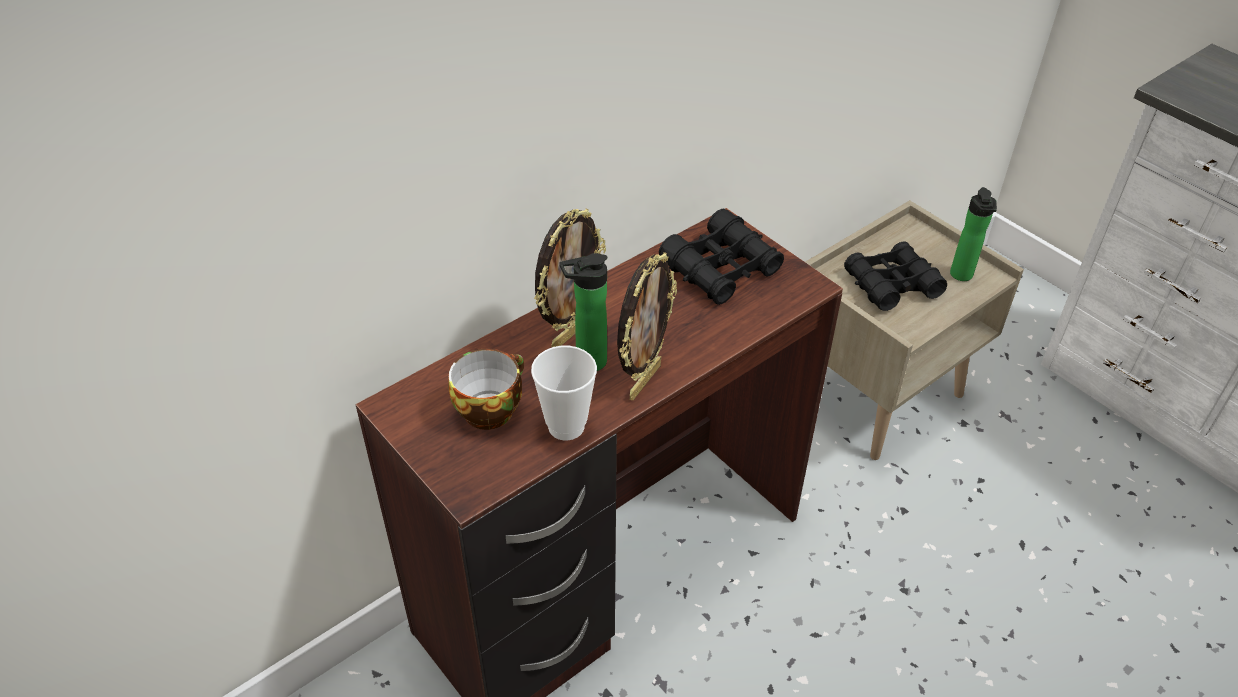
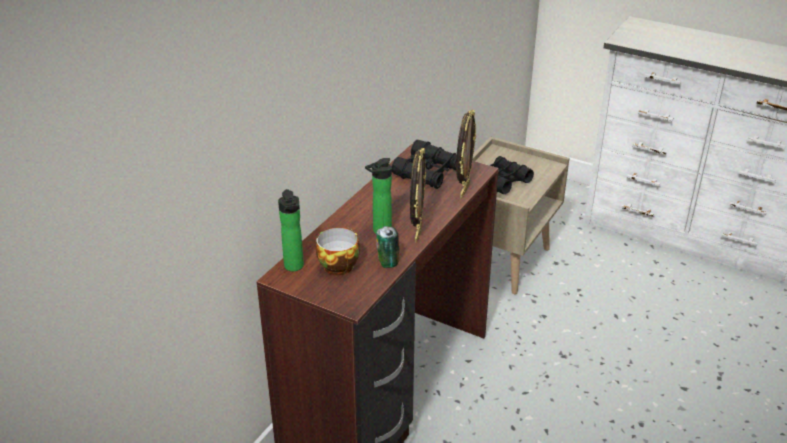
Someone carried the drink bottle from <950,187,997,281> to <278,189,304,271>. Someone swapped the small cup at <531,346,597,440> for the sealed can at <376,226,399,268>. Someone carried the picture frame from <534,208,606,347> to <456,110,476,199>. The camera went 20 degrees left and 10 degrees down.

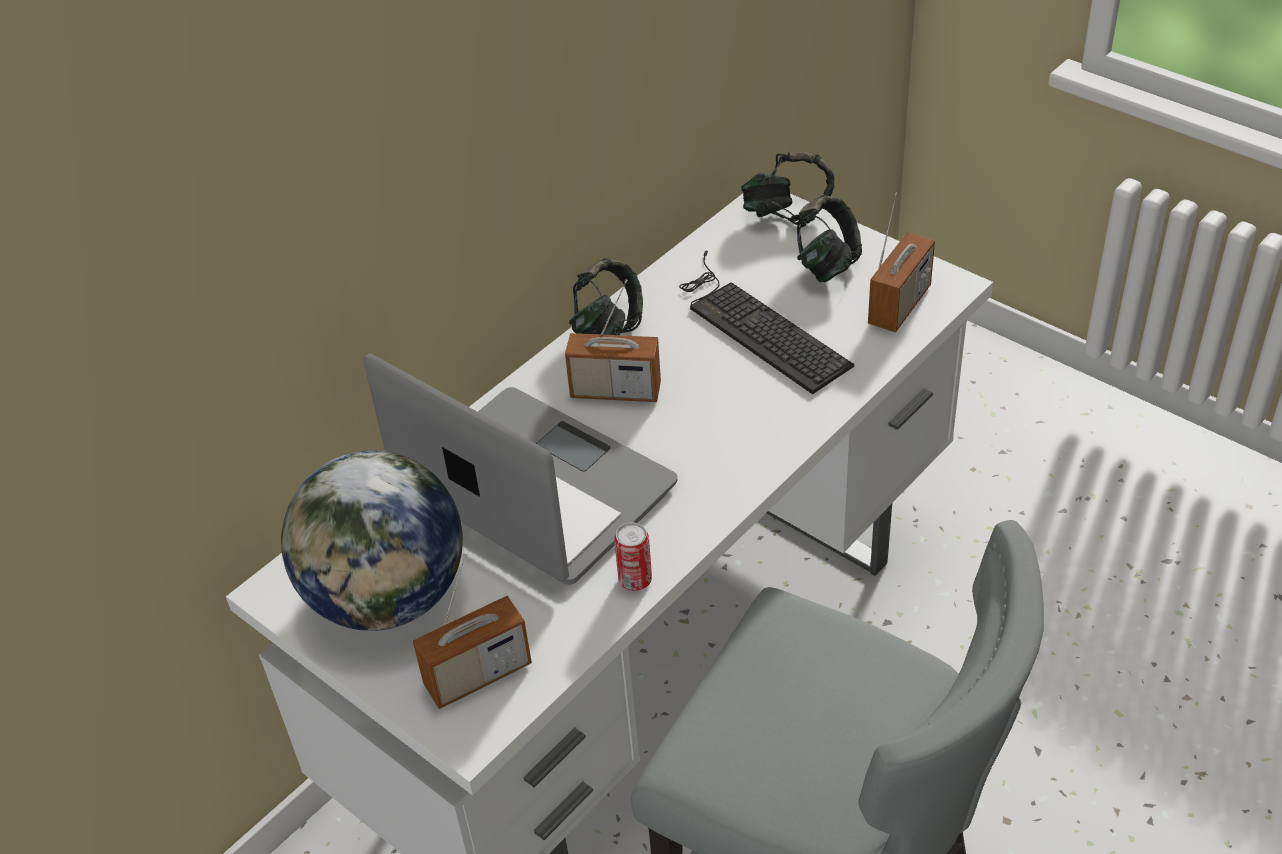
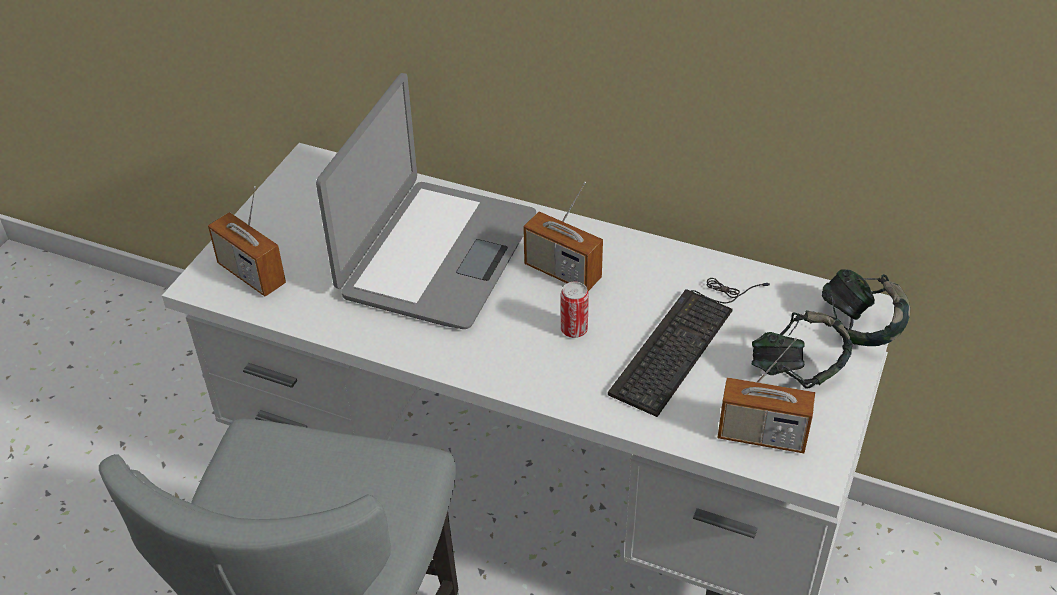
Someone rotated the radio at <565,279,661,402> by 45 degrees counterclockwise. Someone carried the sealed can from <614,523,652,591> to <561,281,589,338>. Someone took away the world globe at <281,450,463,631>. Someone took away the headset at <569,258,643,335>. The camera went 70 degrees right and 0 degrees up.

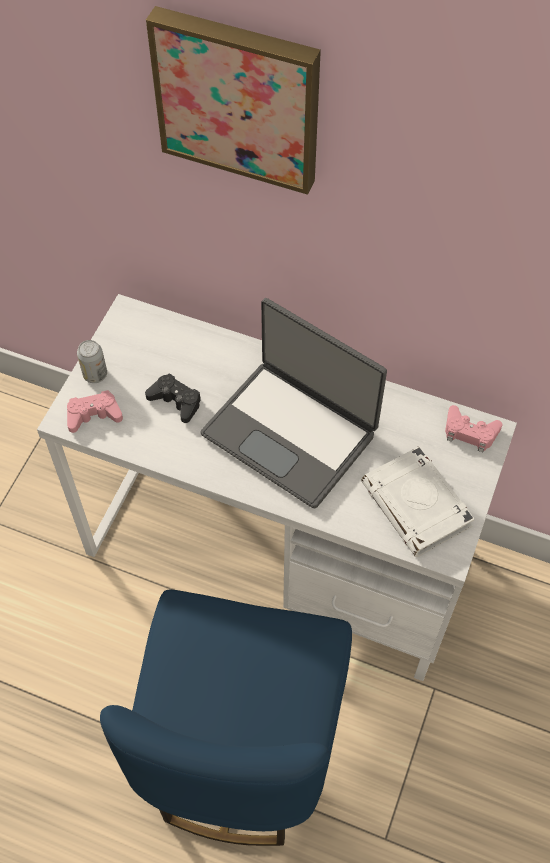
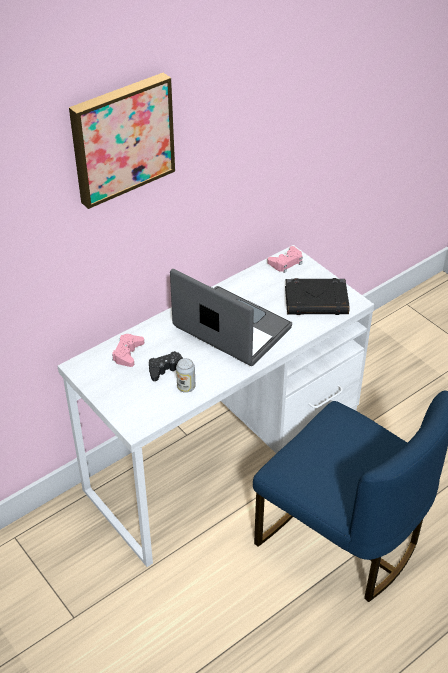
Someone carried the pinkish joypad from <67,390,123,433> to <112,334,144,367>. Someone rotated the laptop at <200,298,387,508> by 120 degrees counterclockwise. Someone carried the sealed can from <77,340,107,383> to <176,358,195,393>. Someone repainted the white volume at <361,446,475,557>, which became the black volume at <285,278,350,315>. The camera went 60 degrees left and 15 degrees down.

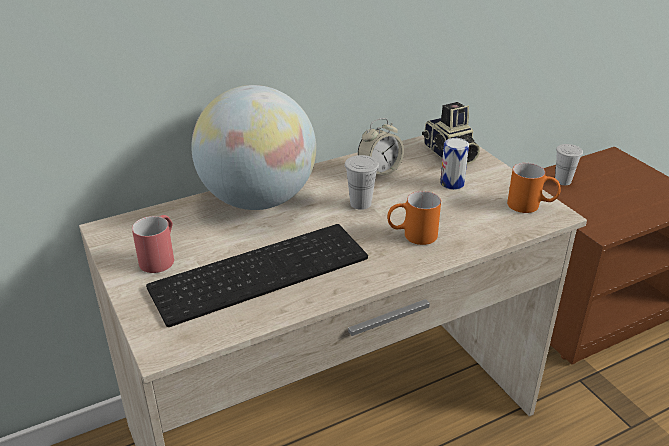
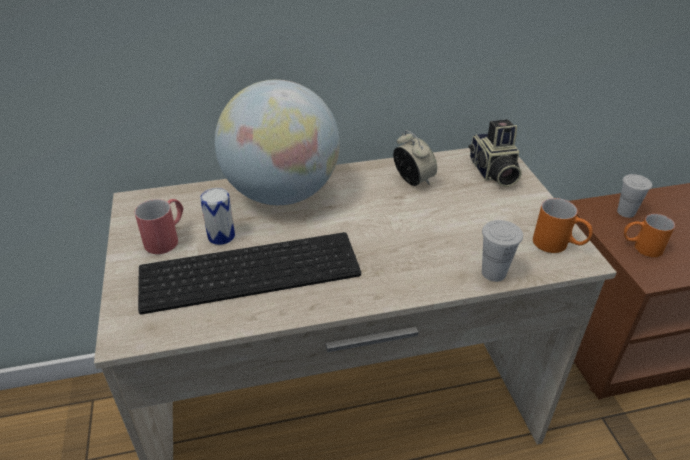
Someone carried the sealed can from <440,138,469,190> to <200,188,235,245>. Someone rotated the table clock at <358,118,404,176> by 105 degrees counterclockwise. Someone carried the white small cup from <345,155,379,210> to <482,220,523,282>. Someone carried the orange-coloured coffee mug from <387,191,441,245> to <624,214,675,257>. The camera went 15 degrees right and 5 degrees up.

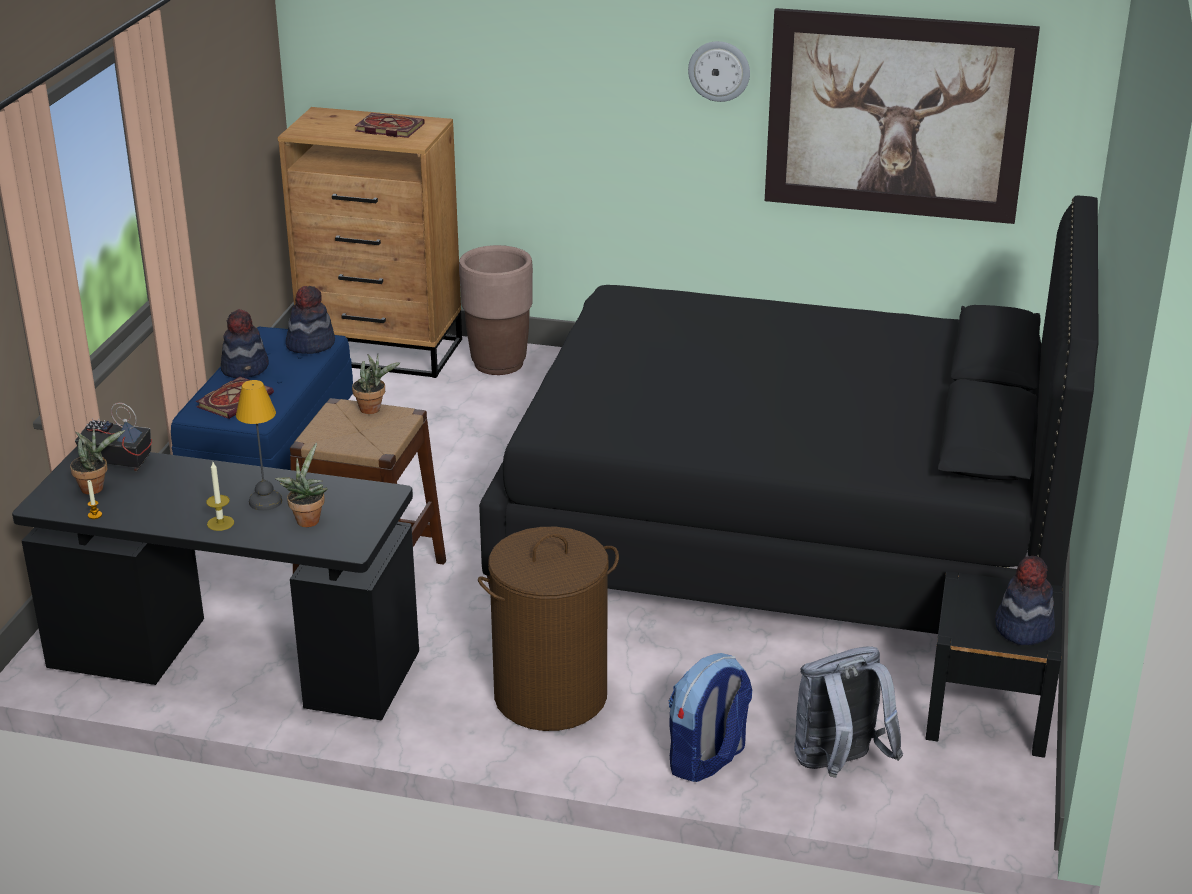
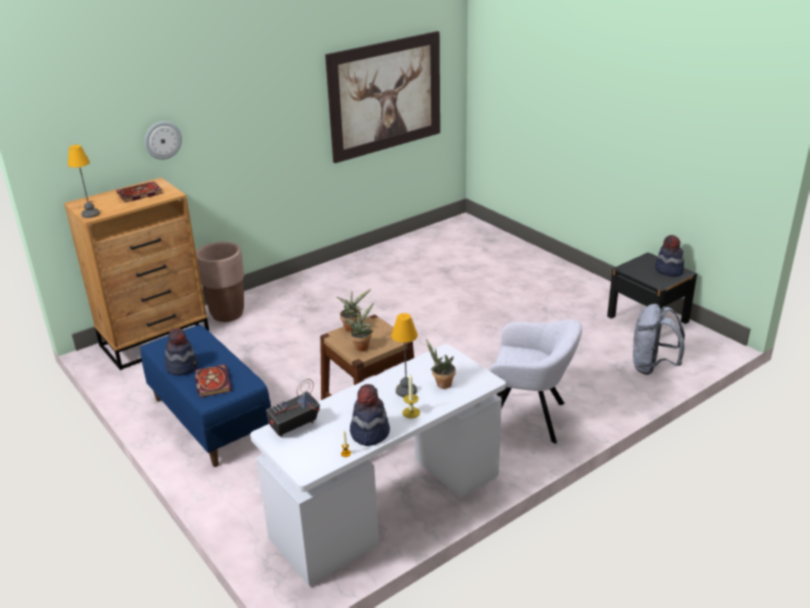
Someone put down the tabletop lamp at <68,145,100,218>. Someone carried the hanging clock from <688,41,750,102> to <145,121,182,160>. Someone repainted the black desk unit at <12,446,419,721>, which became the white desk unit at <250,344,506,586>. Someone carried the houseplant from <70,427,125,494> to <344,303,374,351>. Someone carried the hat from <286,286,335,354> to <350,384,390,446>. Someone swapped the brownish hamper at <478,527,619,731> for the grey lounge chair at <489,319,582,444>. Someone took away the black sleeping bed at <479,196,1099,634>. Someone took away the rucksack at <669,653,752,782>. The camera went 50 degrees left and 0 degrees up.

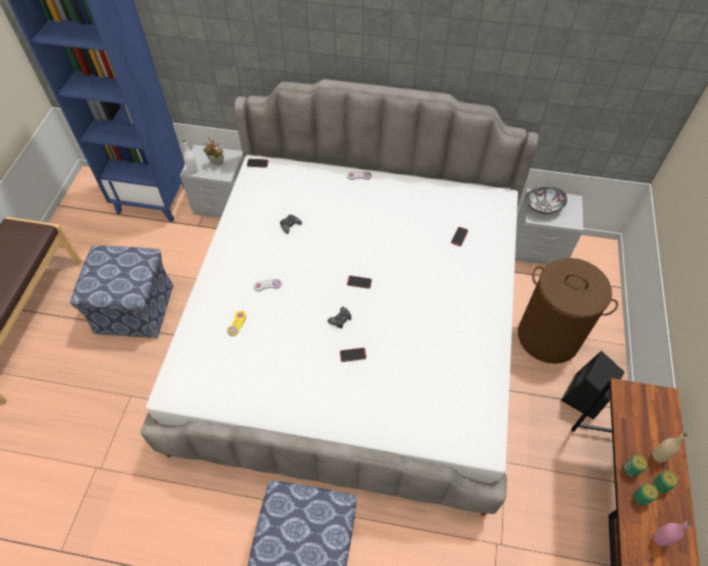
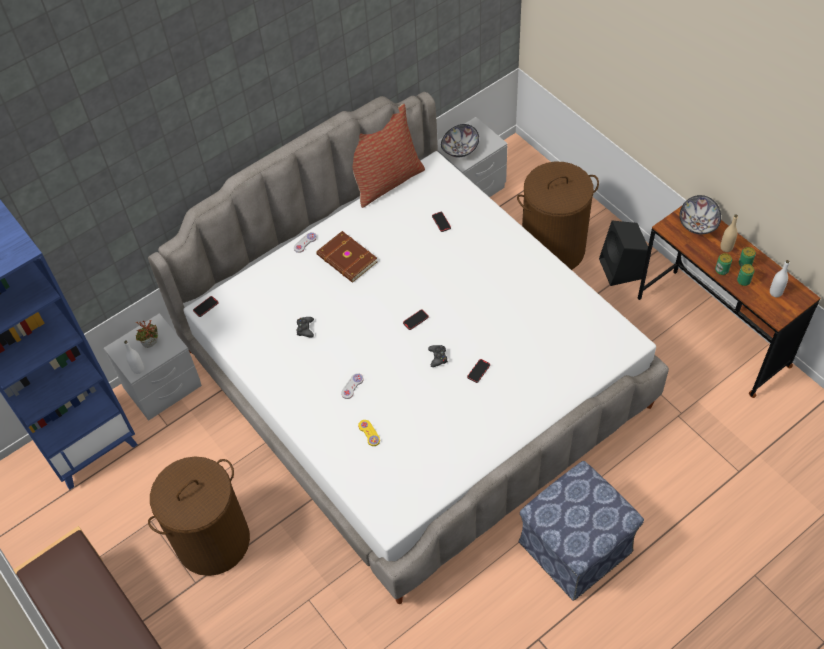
Someone swapped the ottoman at <70,246,173,338> for the brownish hamper at <148,456,250,576>. Someone put down the brownish volume at <316,231,377,283>. Someone put down the throw pillow at <352,104,425,208>. Someone put down the serving bowl at <679,195,721,234>. Someone repainted the pinkish drink bottle at <653,521,692,547>, which became the white drink bottle at <770,260,790,297>. The camera went 45 degrees left and 0 degrees up.

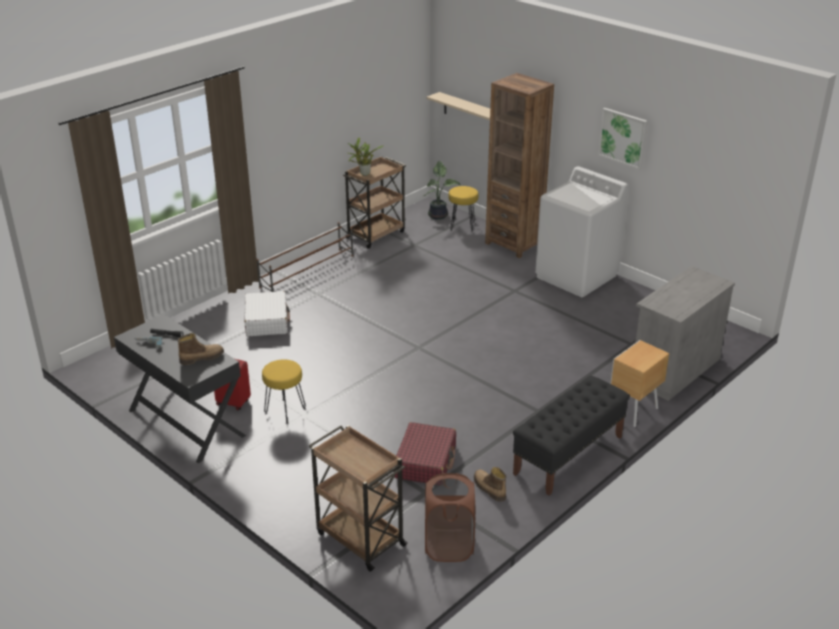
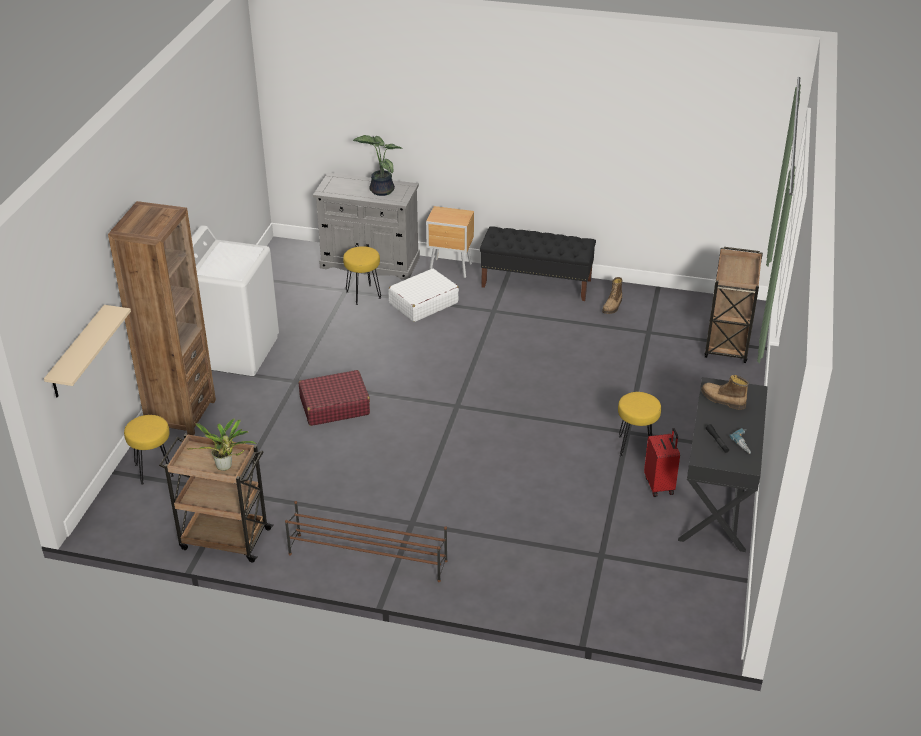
Someone carried the reddish piece of luggage from <394,422,456,483> to <299,370,370,426>. Someone put down the yellow stool at <343,246,381,305>. Someone carried the houseplant from <423,161,460,220> to <353,135,403,196>. Someone carried the white piece of luggage from <244,291,290,336> to <389,268,459,322>. Someone took away the brownish hamper at <425,473,475,562>. Someone took away the wall art at <598,108,648,169>. The camera went 120 degrees left and 5 degrees up.

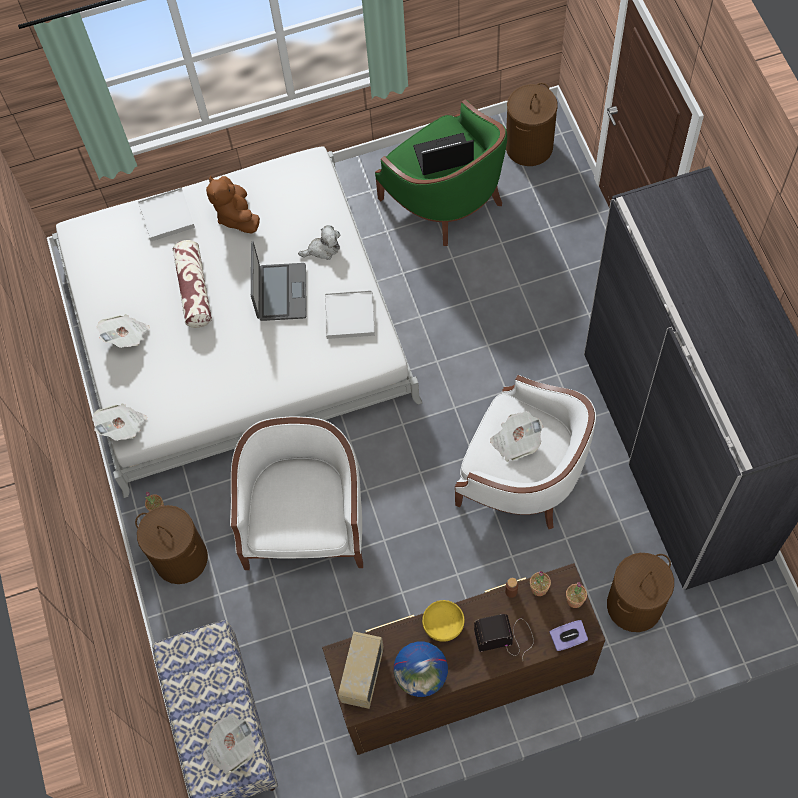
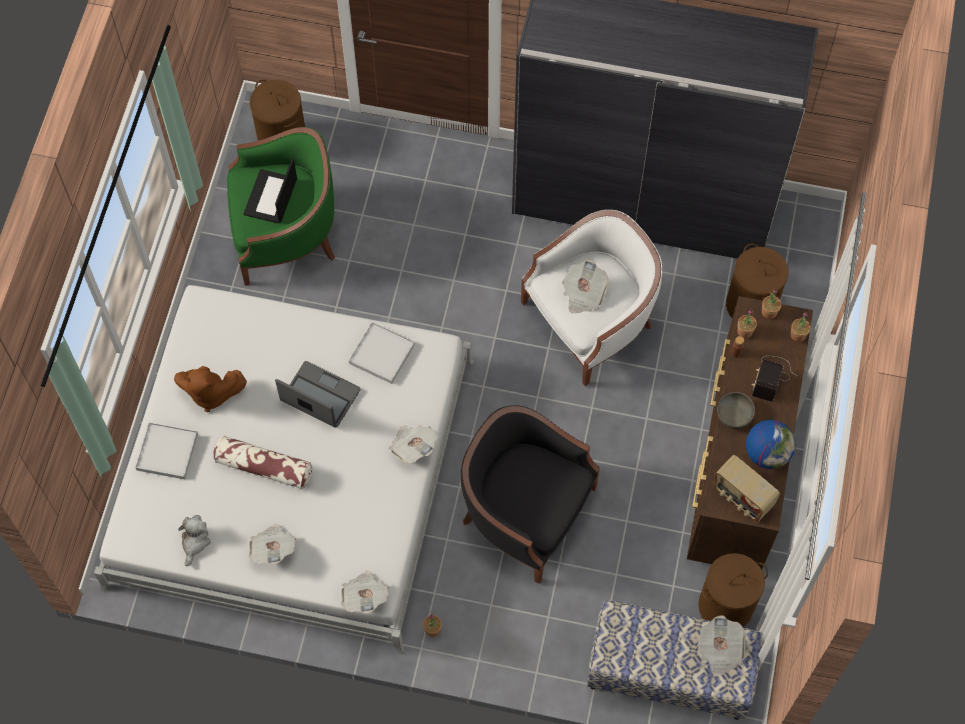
Someone carried the cuddly toy from <298,225,340,260> to <178,515,211,566>. Someone put down the printed paper at <388,425,438,463>. Someone repainted the white lounge chair at <230,416,363,570>, which became the black lounge chair at <461,405,600,584>. Someone carried the brownish hamper from <135,505,208,584> to <698,553,768,627>. Someone repainted the yellow serving bowl at <422,600,465,642>, which became the grey serving bowl at <717,392,755,429>. Someone swapped the purple tissue box at <549,620,588,651> for the houseplant at <791,313,811,342>. The camera went 65 degrees left and 0 degrees up.

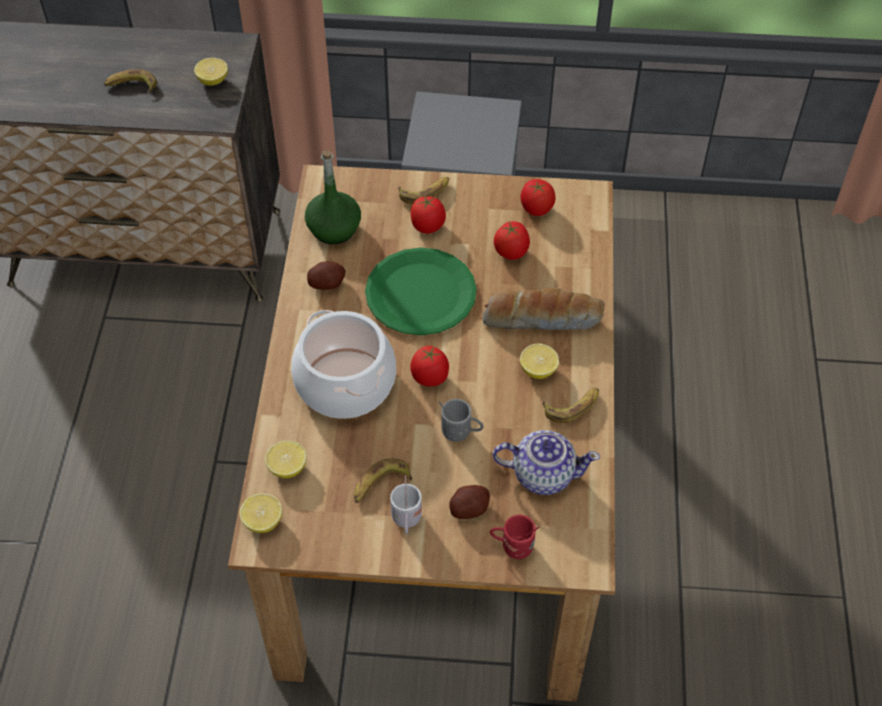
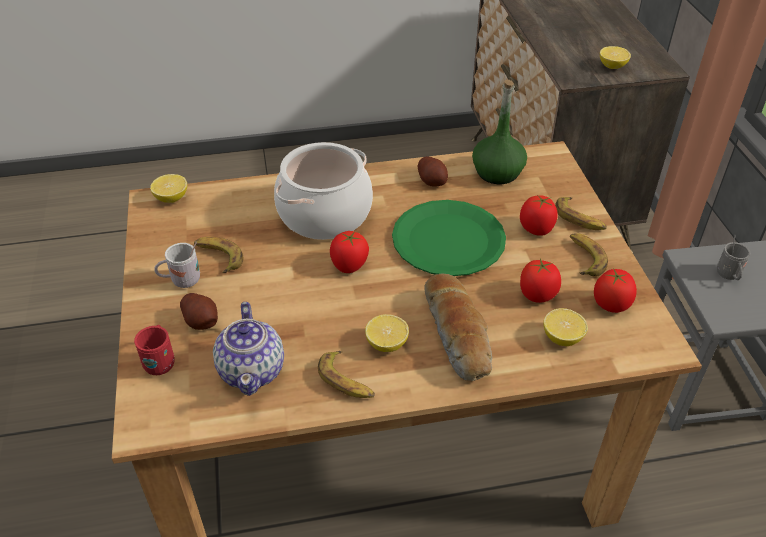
Someone carried the lemon from <265,440,306,478> to <544,308,588,346>. Someone carried the whole banana from <104,69,157,93> to <570,233,608,277>. Someone carried the grey coffee mug from <439,399,483,442> to <717,234,750,280>. The camera went 75 degrees right and 10 degrees down.

